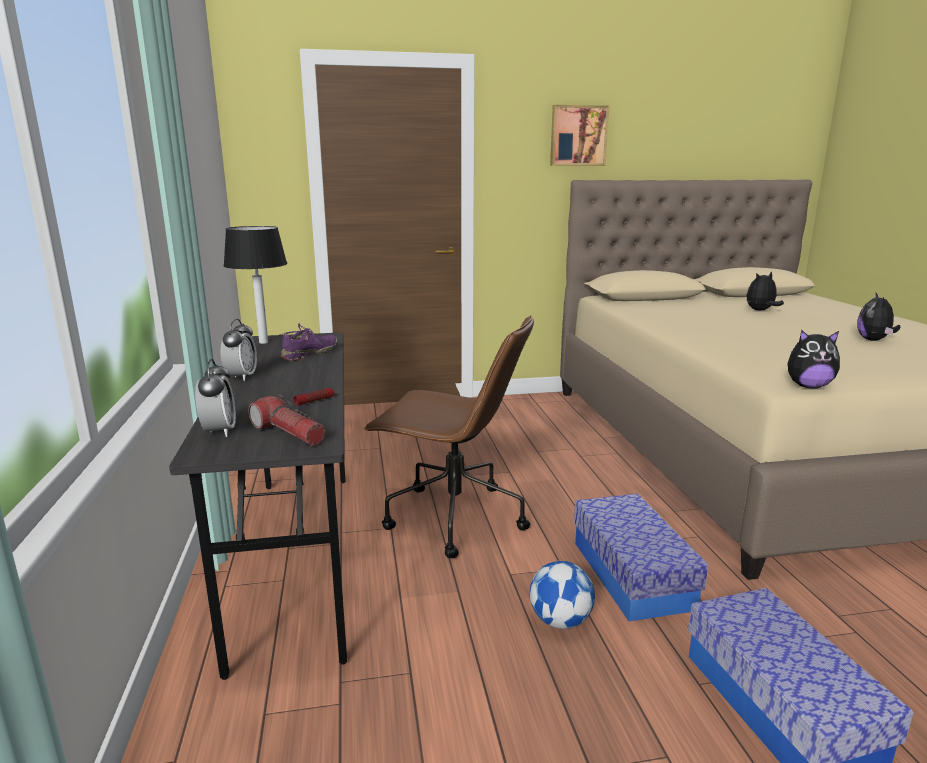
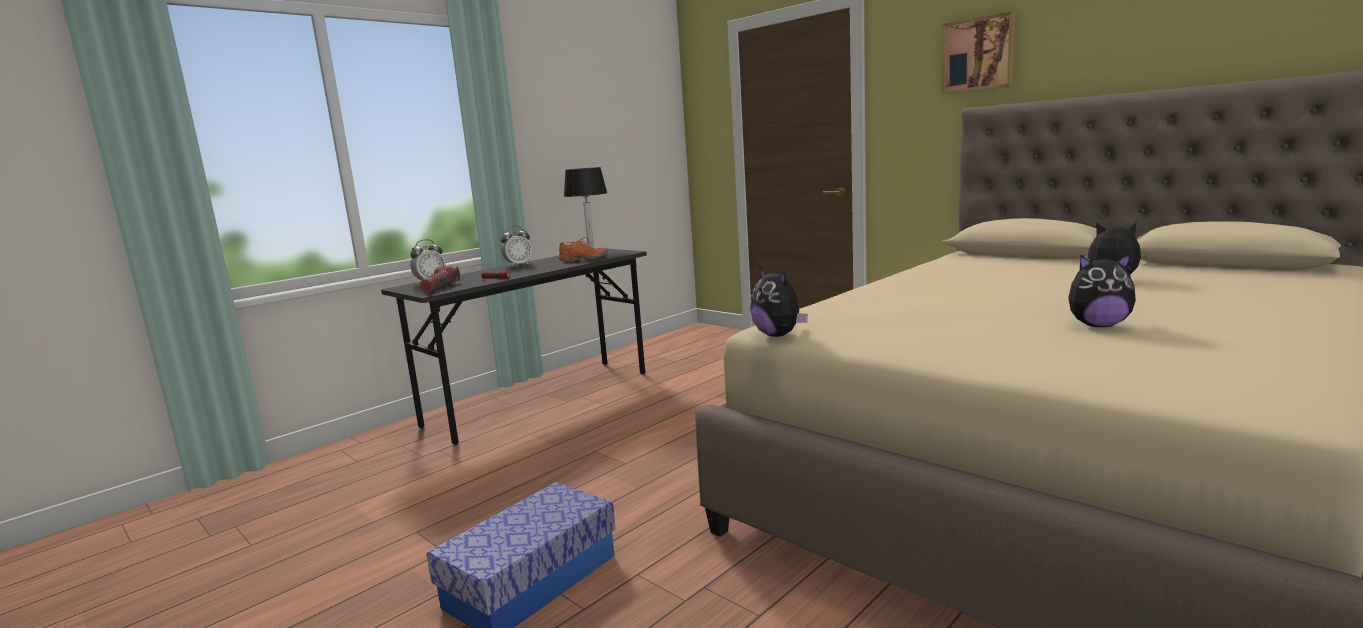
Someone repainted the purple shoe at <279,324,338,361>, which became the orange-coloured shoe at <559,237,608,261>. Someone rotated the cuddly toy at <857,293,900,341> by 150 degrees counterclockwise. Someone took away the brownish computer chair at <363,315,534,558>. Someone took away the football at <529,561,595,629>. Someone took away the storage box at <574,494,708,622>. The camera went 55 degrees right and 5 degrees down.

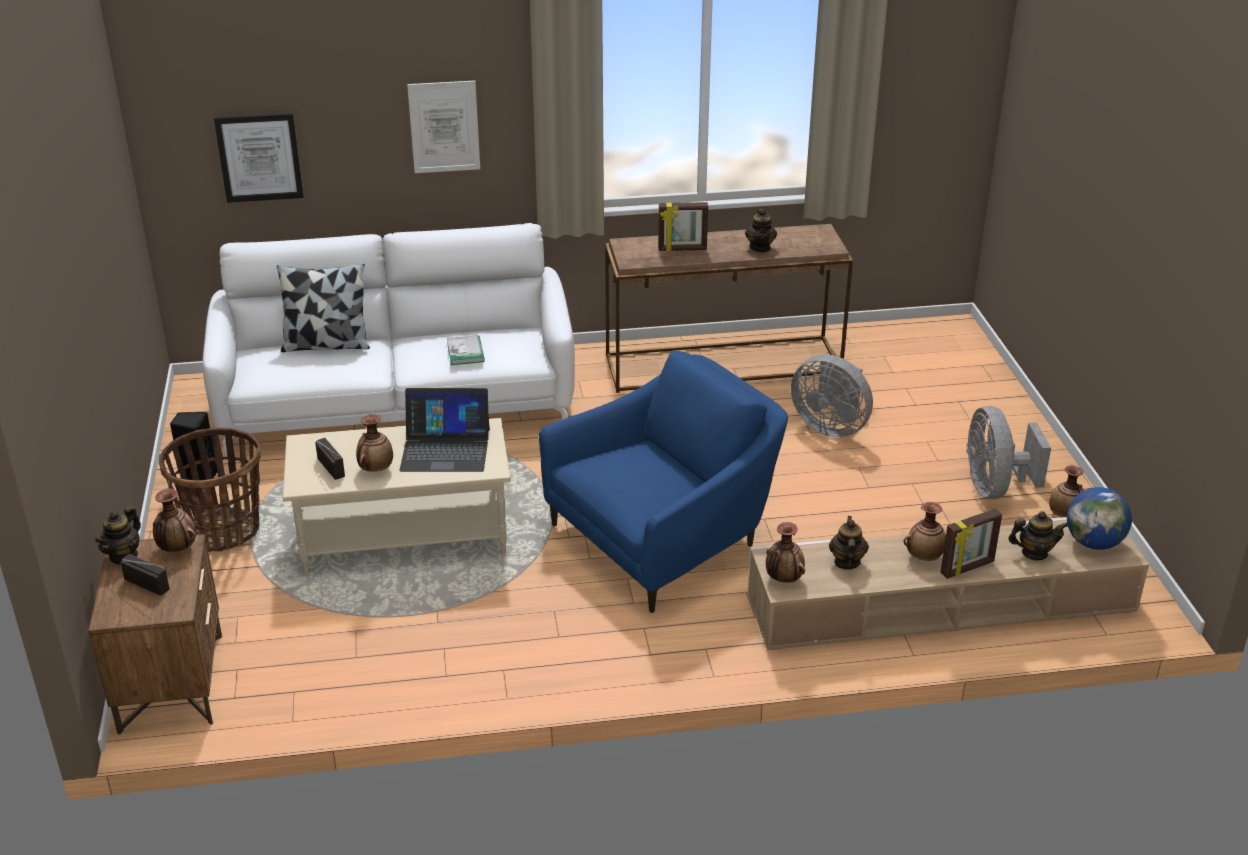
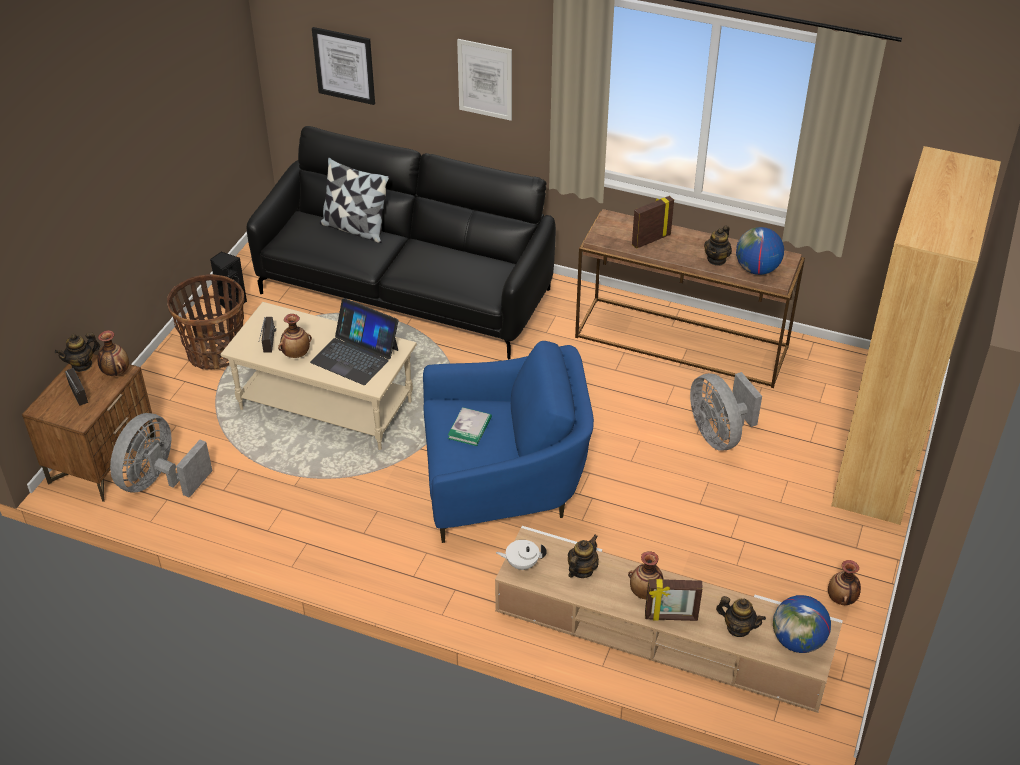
Someone carried the grey fan from <966,406,1051,499> to <110,413,212,498>. Someone repainted the white sofa at <202,223,575,456>, which became the black sofa at <247,126,556,359>. Someone carried the volume from <447,335,485,365> to <448,407,492,446>. Someone swapped the vase at <766,522,805,583> for the white teapot at <496,540,546,570>. Someone rotated the picture frame at <658,202,708,252> by 120 degrees clockwise. Someone put down the world globe at <736,227,784,275>. Someone put down the brownish bookcase at <831,146,1001,525>. The camera went 30 degrees right and 10 degrees up.

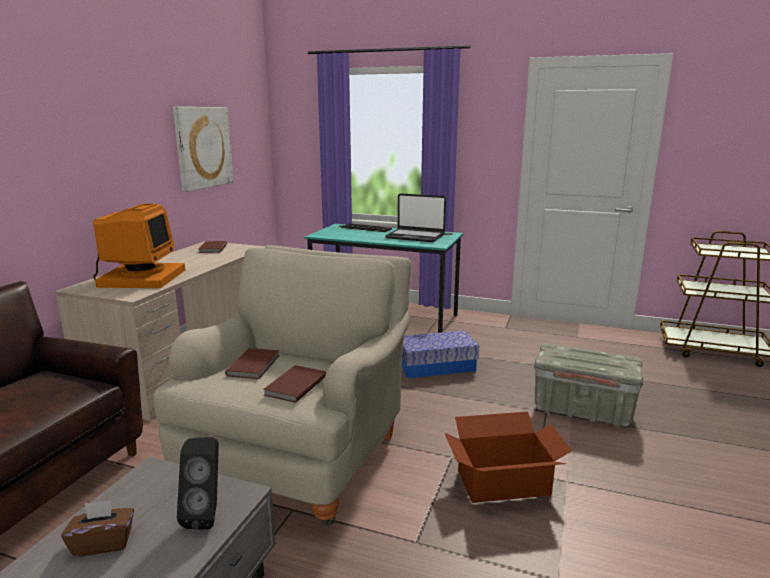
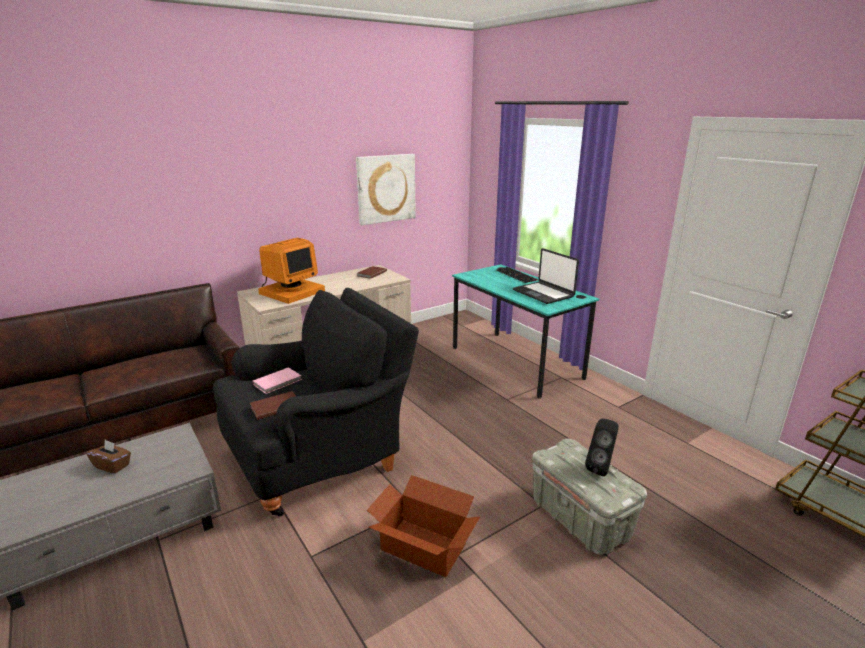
Someone repainted the beige-coloured lounge chair at <153,245,411,526>, which became the black lounge chair at <213,288,419,516>. Someone repainted the brownish volume at <225,348,279,379>, which became the pinkish volume at <252,367,302,394>. Someone carried the black speaker from <177,437,219,530> to <585,418,619,476>. Someone took away the storage box at <402,330,479,378>. The camera went 35 degrees right and 5 degrees up.

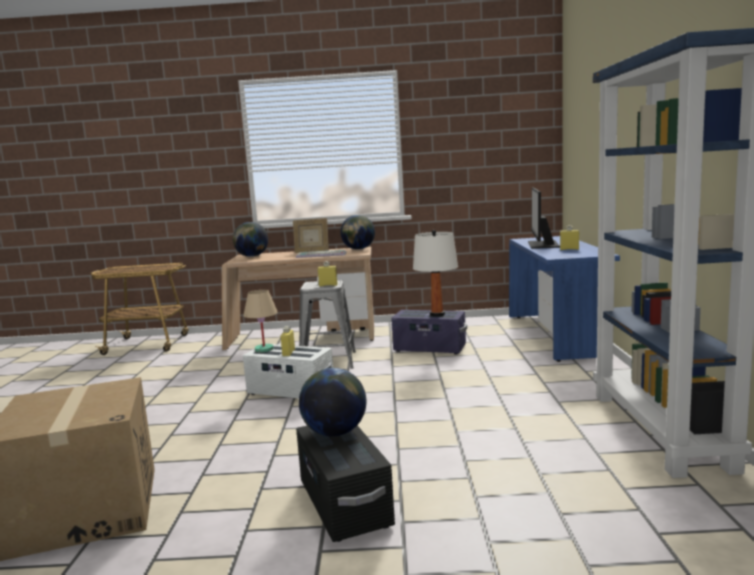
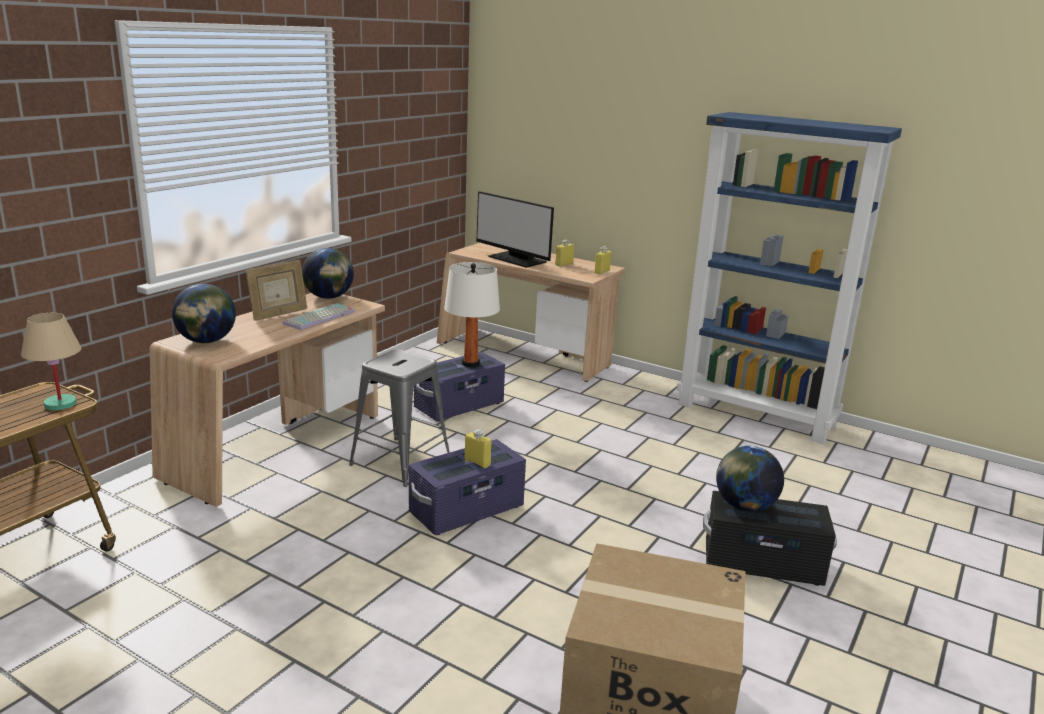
Someone carried the beige-coloured tabletop lamp from <243,290,278,352> to <21,313,81,410>. Someone repainted the white storage box at <243,344,333,398>, which became the purple storage box at <409,439,526,535>. Someone repainted the blue desk unit at <509,236,620,362>, which became the beige-coloured desk unit at <437,243,626,382>. Someone carried the yellow drink bottle from <318,261,338,287> to <595,246,611,275>. The camera went 60 degrees left and 10 degrees up.

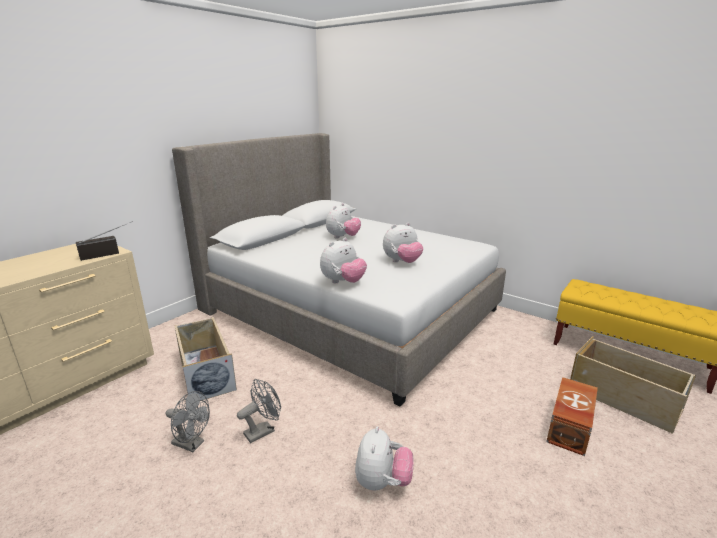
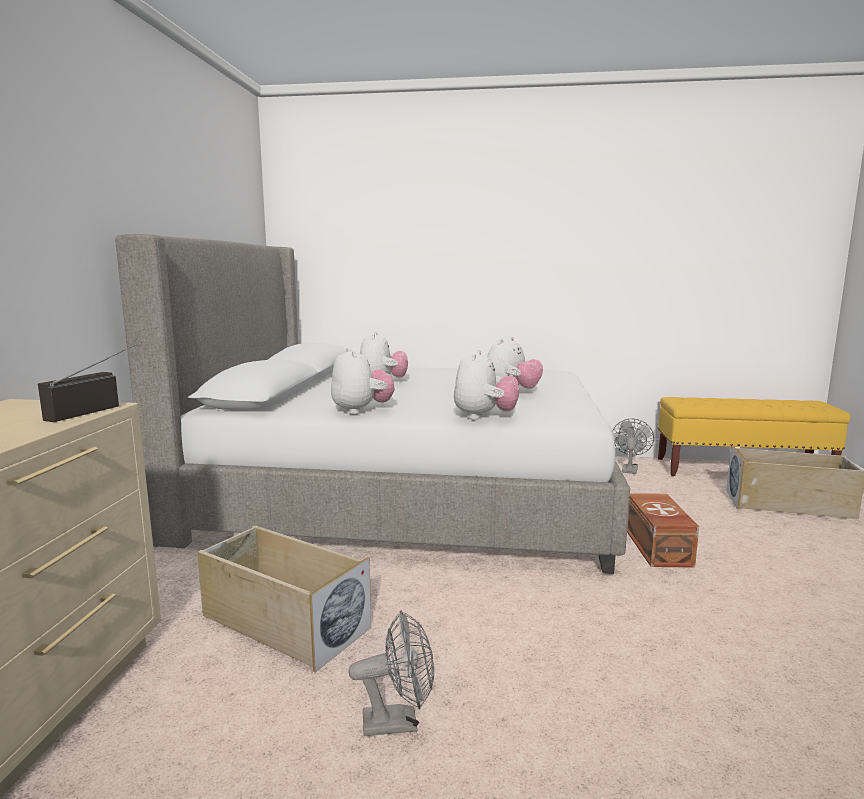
Someone carried the cuddly toy from <355,426,413,490> to <331,347,395,414>. Someone carried the grey fan from <237,379,281,443> to <612,419,654,474>. Someone carried the brownish storage box from <546,377,598,456> to <627,493,699,567>. The camera went 30 degrees left and 10 degrees down.

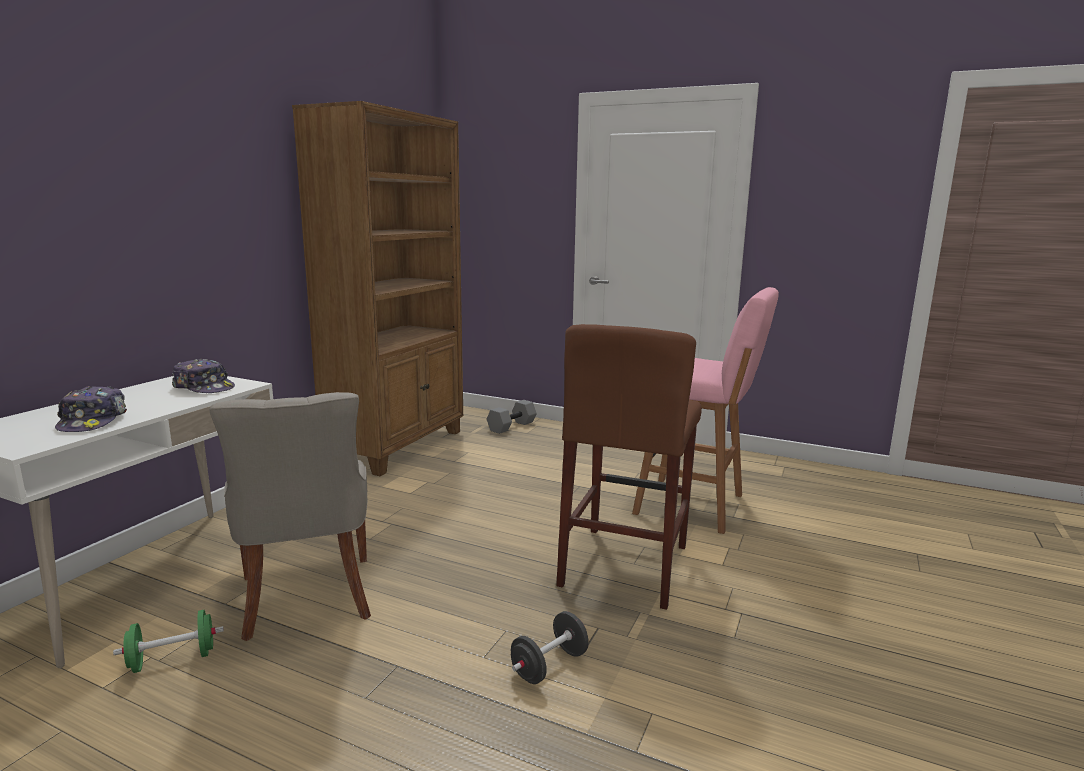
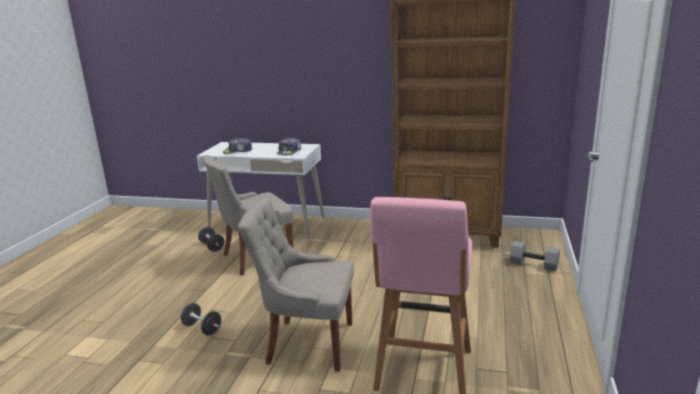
Someone repainted the greenish dumbbell at <113,610,224,673>, which became the black dumbbell at <198,227,224,252>. Someone swapped the brownish stool at <556,324,702,610> for the grey upright chair at <238,197,354,372>. The camera went 80 degrees right and 5 degrees up.

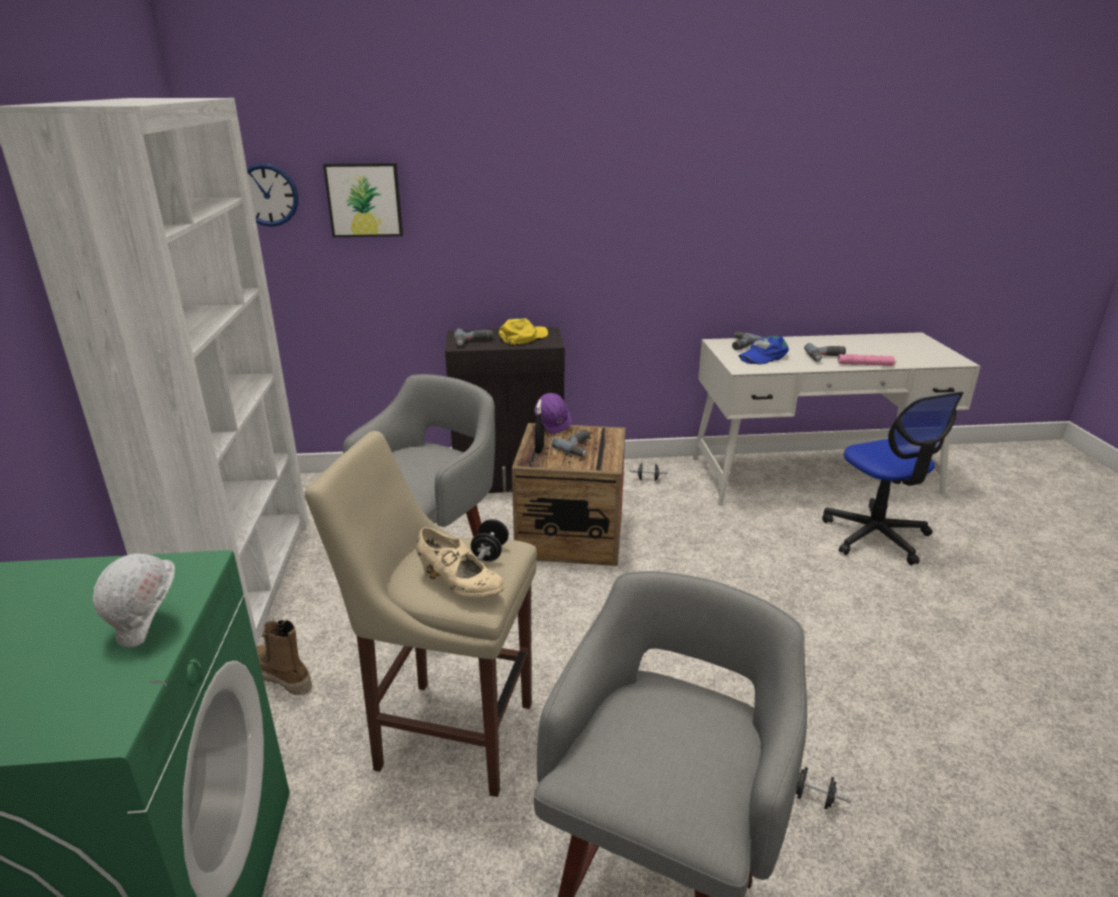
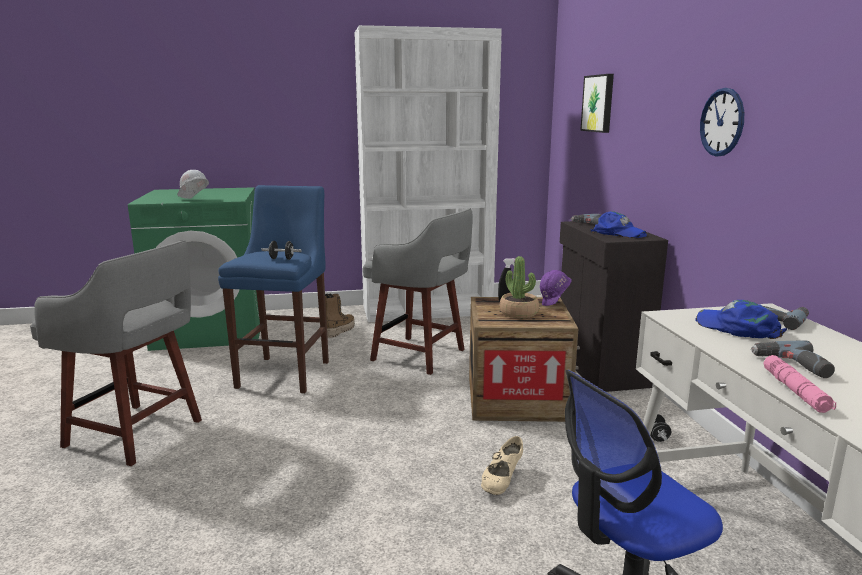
Someone repainted the beige-coloured stool at <305,431,537,797>, which became the blue stool at <218,185,329,393>. Someone carried the beige-coloured shoe from <416,527,505,597> to <481,436,523,495>. Someone swapped the drill at <552,429,590,457> for the houseplant at <500,256,539,318>. Someone repainted the yellow cap at <499,318,548,347>, which became the blue cap at <591,212,647,238>. Someone carried the hanging clock from <247,163,298,227> to <700,88,745,156>. Someone took away the black dumbbell at <796,767,852,809>. The camera went 85 degrees right and 10 degrees down.

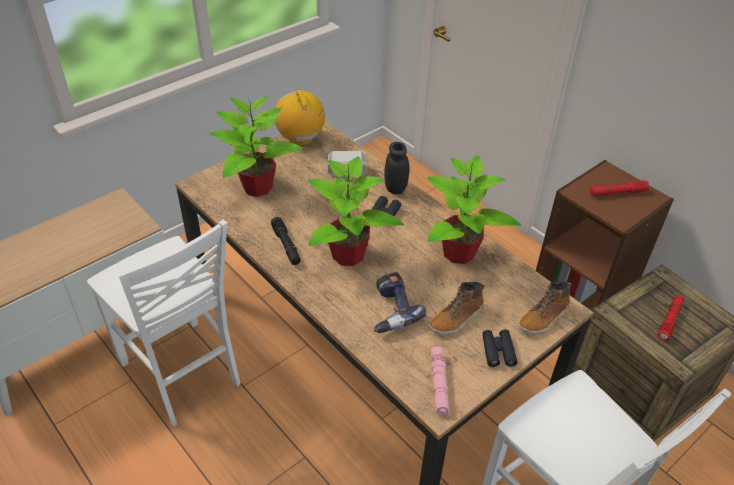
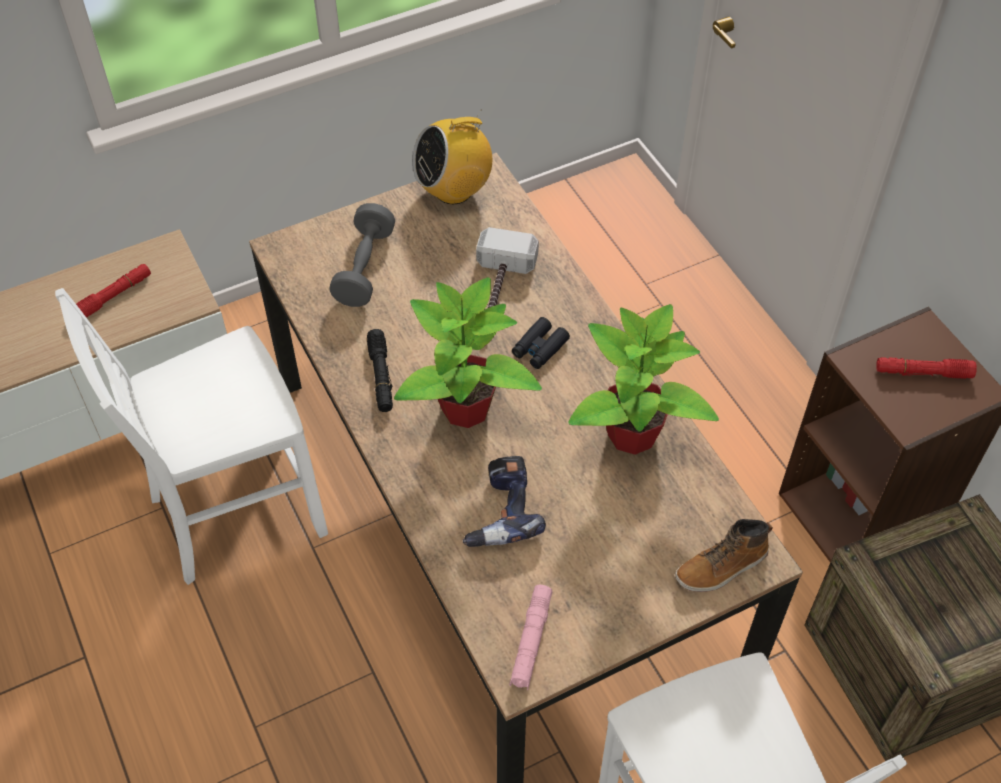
Someone rotated the white upright chair at <87,220,240,426> by 90 degrees clockwise. Someone carried the reddish hand torch from <657,295,684,342> to <76,264,151,318>. Someone swapped the houseplant at <210,96,303,197> for the grey dumbbell at <329,203,395,307>. Someone rotated the radio at <275,90,325,146> by 105 degrees counterclockwise. Someone took away the black preserve jar at <384,142,409,194>. Someone took away the high-top boot at <429,282,485,335>. Someone took away the black binoculars at <482,329,518,367>. The camera went 15 degrees right and 10 degrees up.

